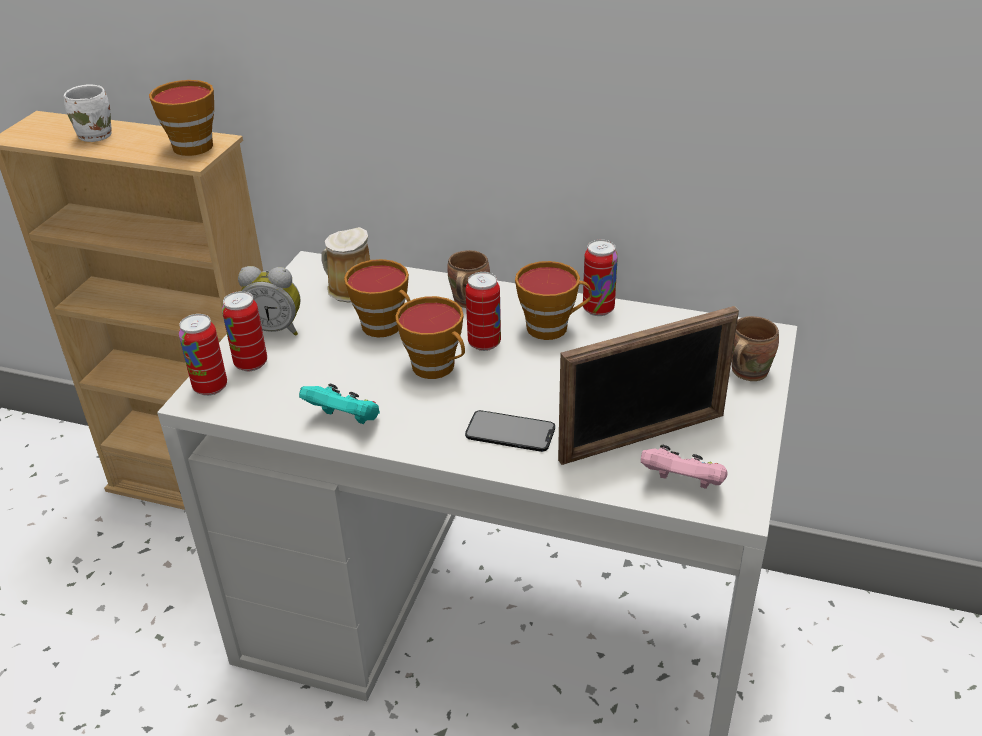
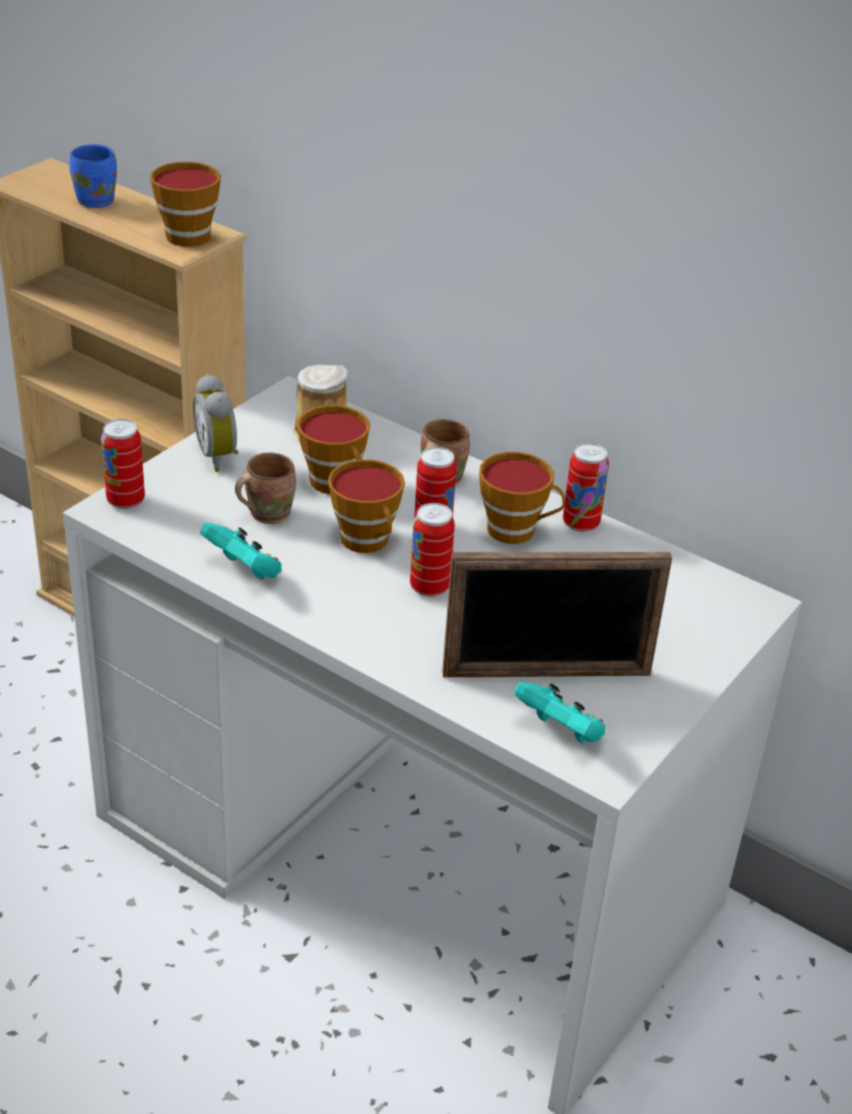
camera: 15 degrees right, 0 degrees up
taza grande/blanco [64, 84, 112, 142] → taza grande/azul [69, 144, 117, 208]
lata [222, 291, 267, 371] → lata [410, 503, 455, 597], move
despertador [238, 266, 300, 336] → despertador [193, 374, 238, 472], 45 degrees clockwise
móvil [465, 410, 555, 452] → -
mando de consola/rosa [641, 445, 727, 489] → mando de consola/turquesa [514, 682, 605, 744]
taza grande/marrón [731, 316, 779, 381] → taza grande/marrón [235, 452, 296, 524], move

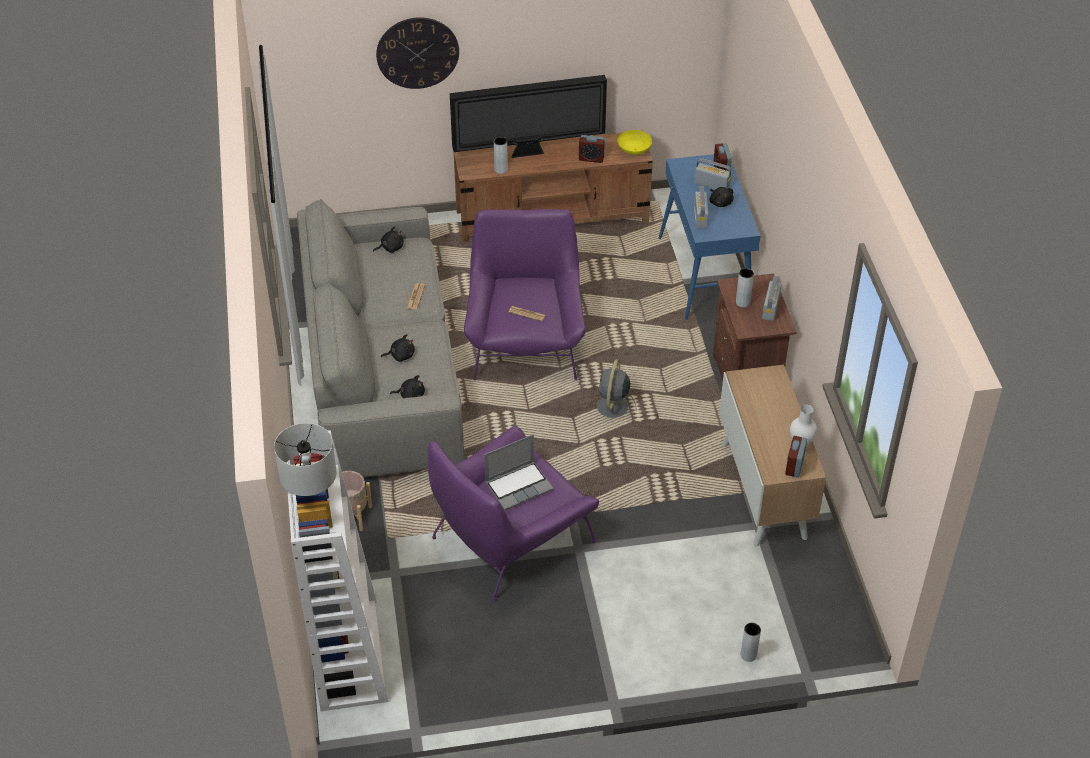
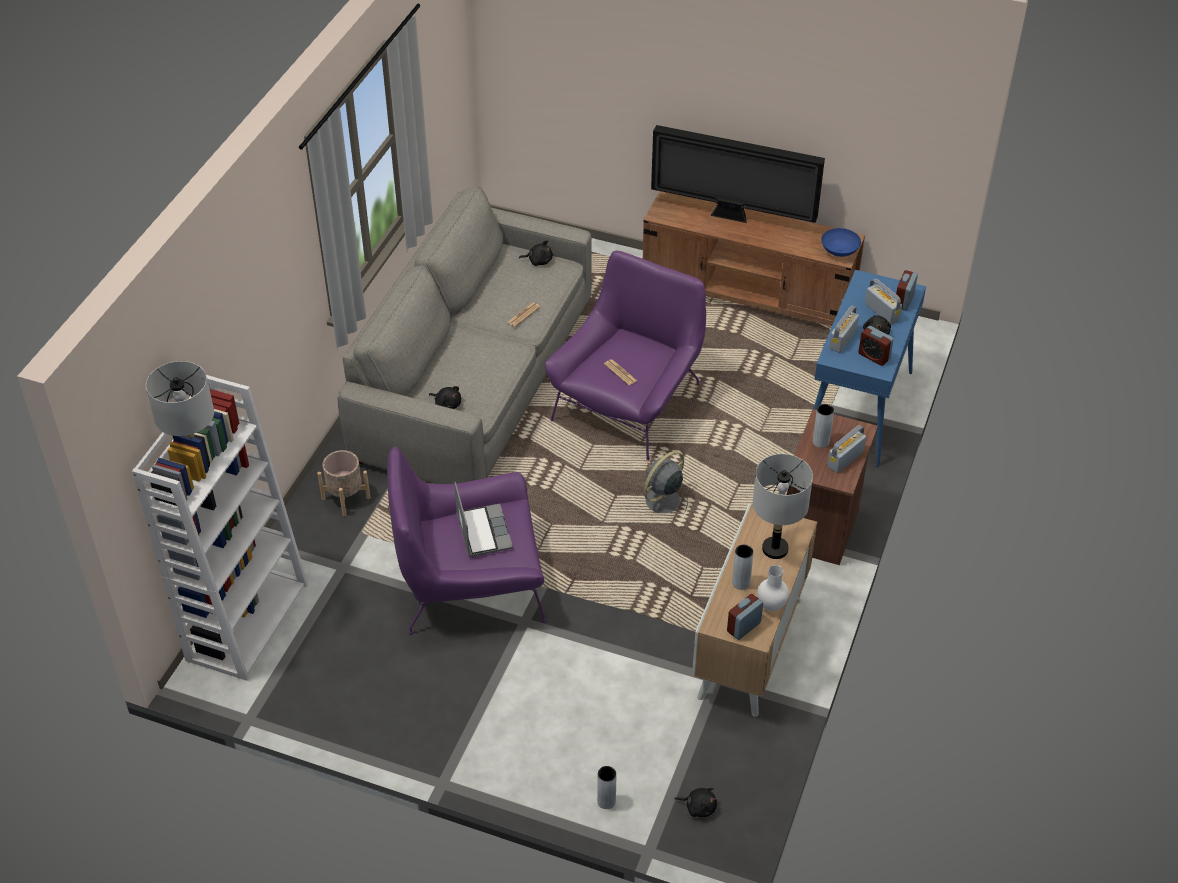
camera: 30 degrees right, 0 degrees up
reloj de pared [376, 17, 459, 89] → -
peluche/negro [381, 334, 415, 362] → peluche/negro [675, 788, 717, 817], move
portátil [484, 434, 554, 510] → portátil [454, 482, 513, 557], 105 degrees counterclockwise
florero/gris [494, 137, 508, 174] → florero/gris [732, 544, 754, 590], move
despertador [579, 135, 605, 163] → despertador [858, 326, 894, 366], move
cuenco/amarillo [617, 130, 652, 155] → cuenco/azul [821, 228, 861, 257]
- → lámpara de mesa/gris [753, 454, 813, 559]

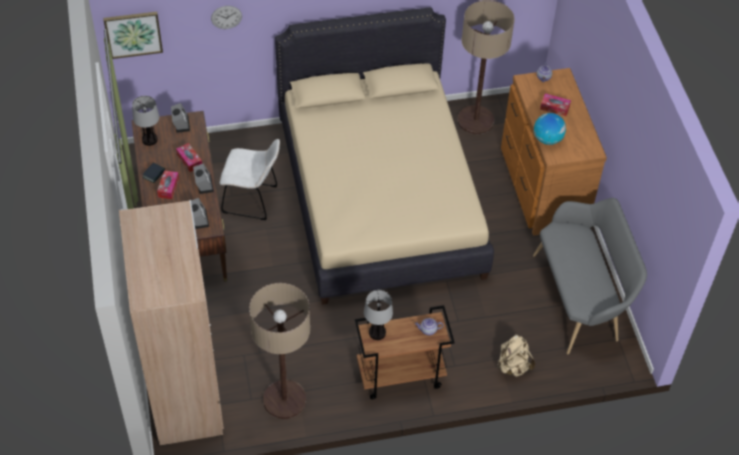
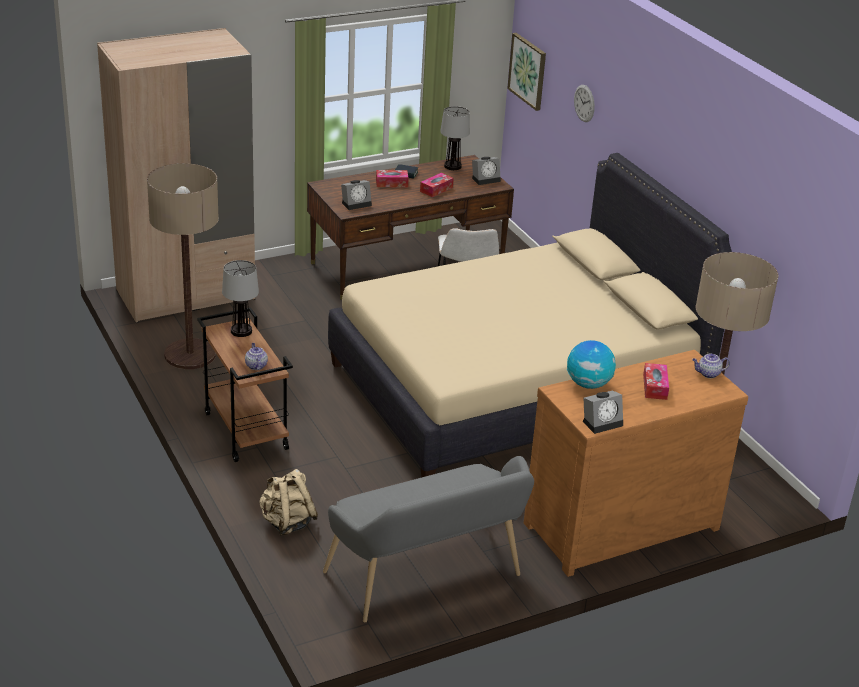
camera: 75 degrees right, 20 degrees down
despertador [193, 163, 214, 194] → despertador [583, 390, 623, 434], move

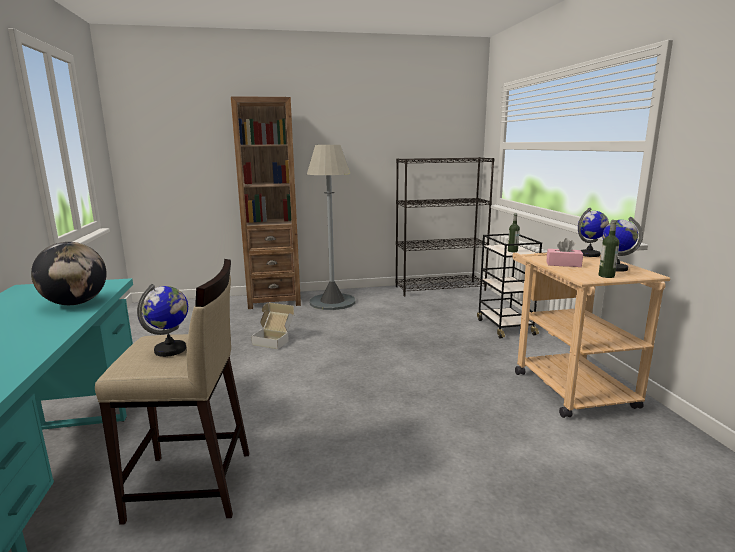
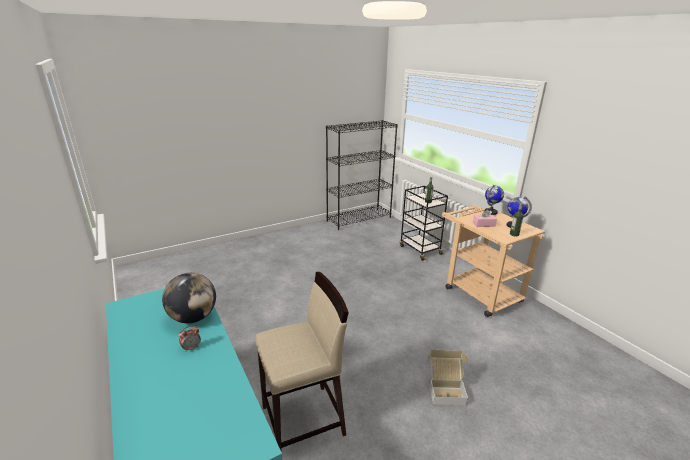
camera: 20 degrees left, 10 degrees up
globo terráqueo [137, 284, 188, 357] → -
estantería/marrón [231, 96, 301, 309] → -
caja de cartón [251, 303, 294, 349] → caja de cartón [427, 350, 468, 406], move
lámpara de pie/gris [307, 145, 356, 310] → -
- → despertador [179, 326, 201, 352]

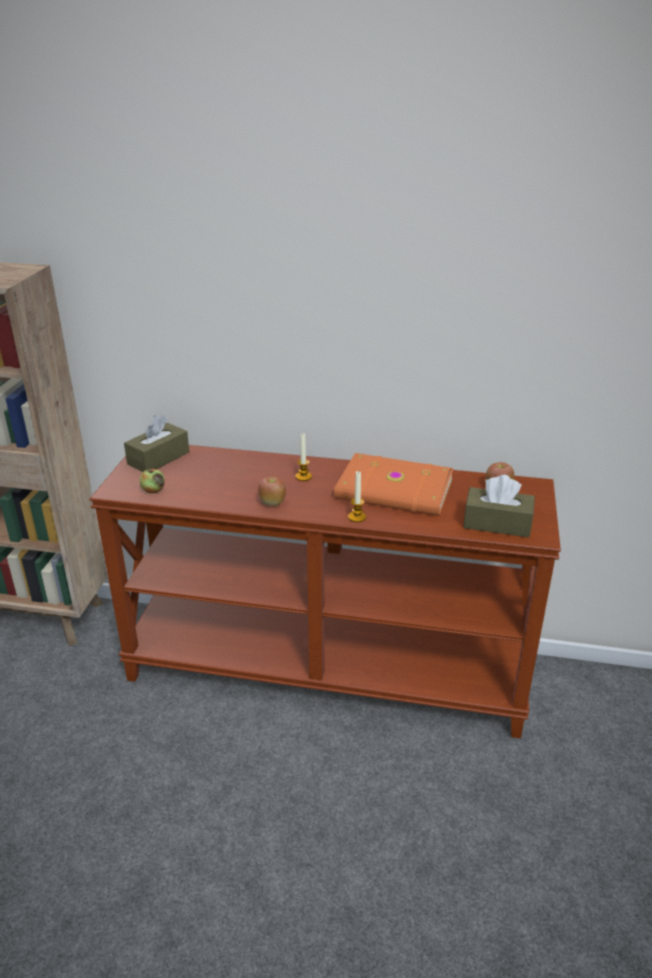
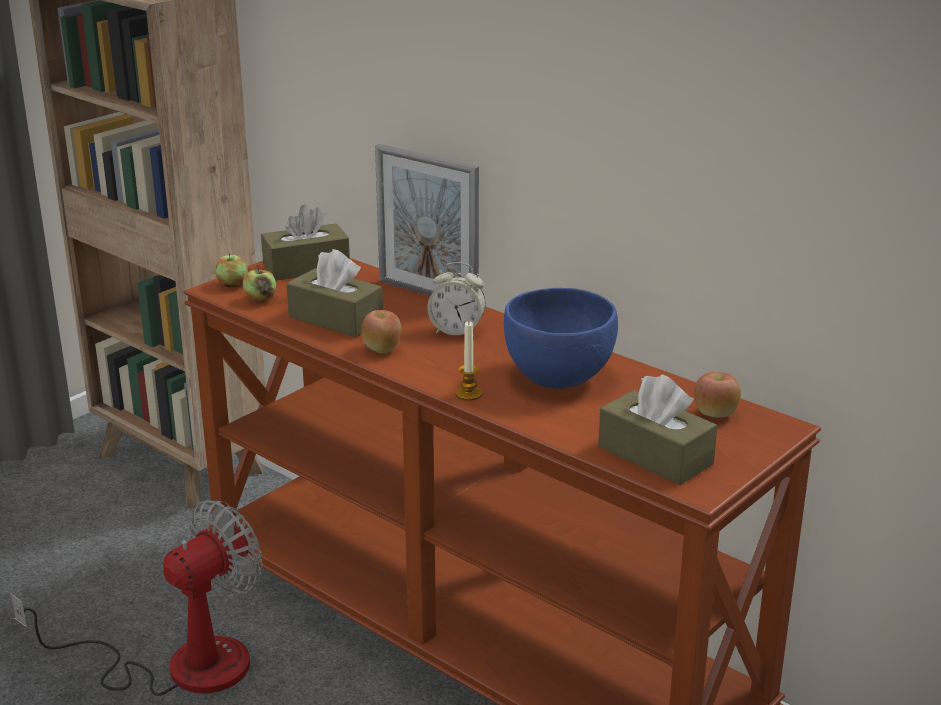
camera: 30 degrees right, 5 degrees down
vela [295, 433, 312, 481] → despertador [427, 262, 486, 337]
libro/naranja [334, 453, 454, 516] → cuenco/azul [504, 288, 618, 389]
- → ventilador [10, 500, 263, 696]
- → manzana [215, 253, 248, 287]
- → caja de pañuelos/marrón [286, 249, 383, 337]
- → portarretratos [375, 144, 479, 296]

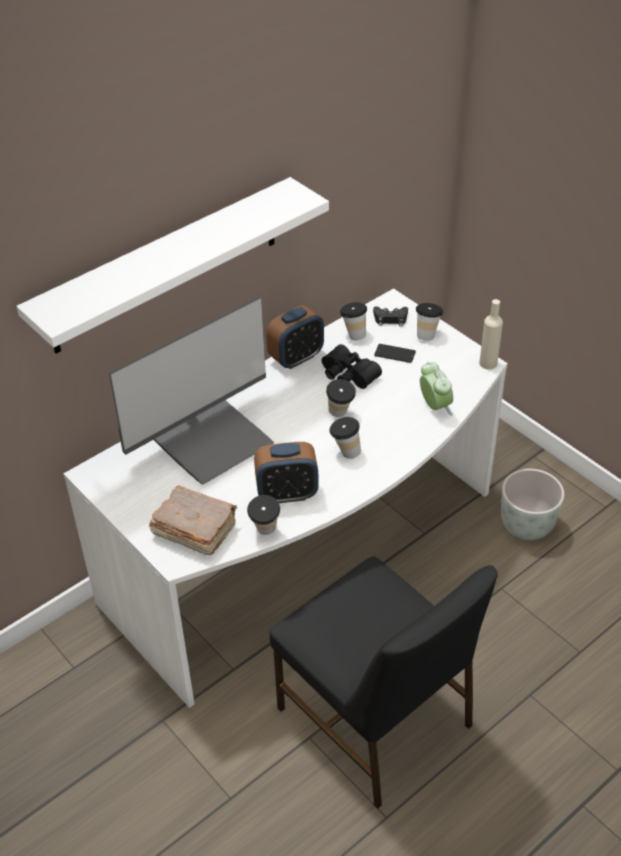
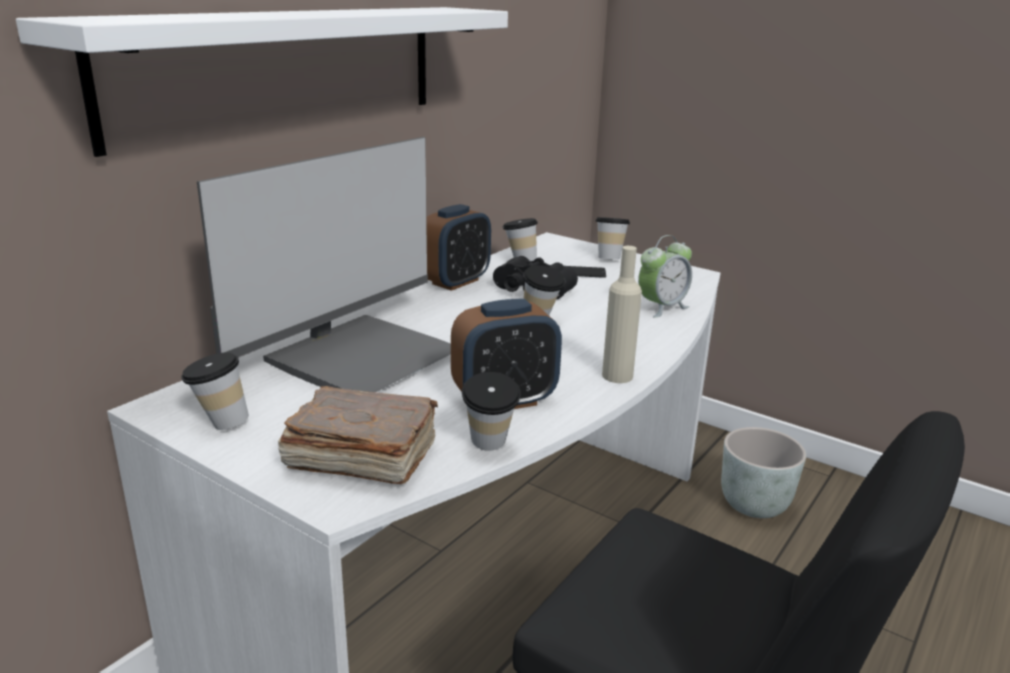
camera: 15 degrees left, 20 degrees down
taza [329, 417, 361, 459] → taza [181, 353, 249, 430], move
mando de consola/negro [373, 306, 408, 326] → -
despertador [420, 362, 453, 416] → despertador [638, 235, 692, 318], 90 degrees clockwise
botella/beis [479, 299, 503, 370] → botella/beis [602, 246, 642, 383], move

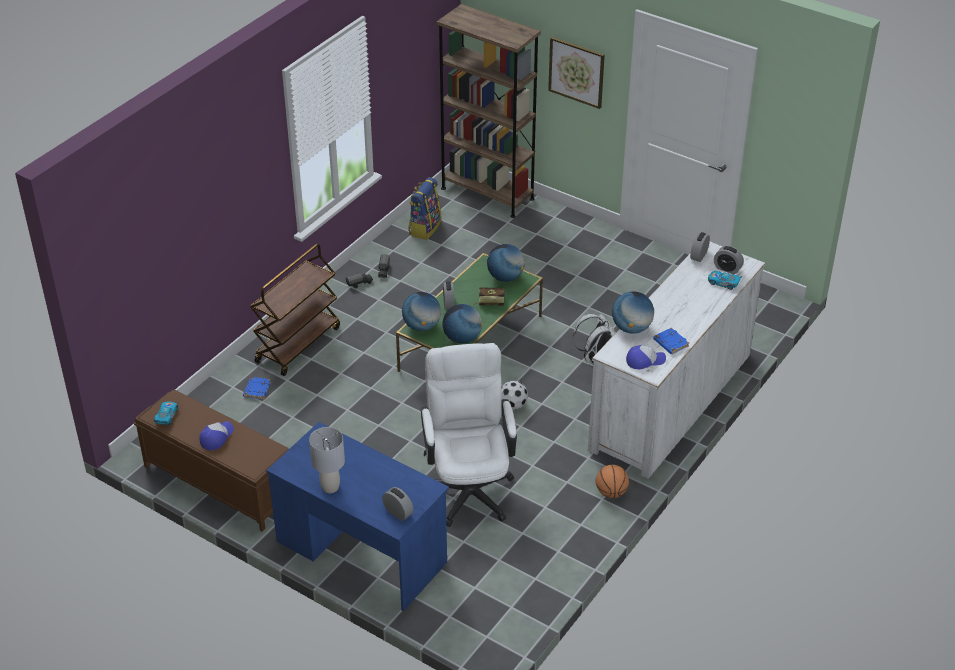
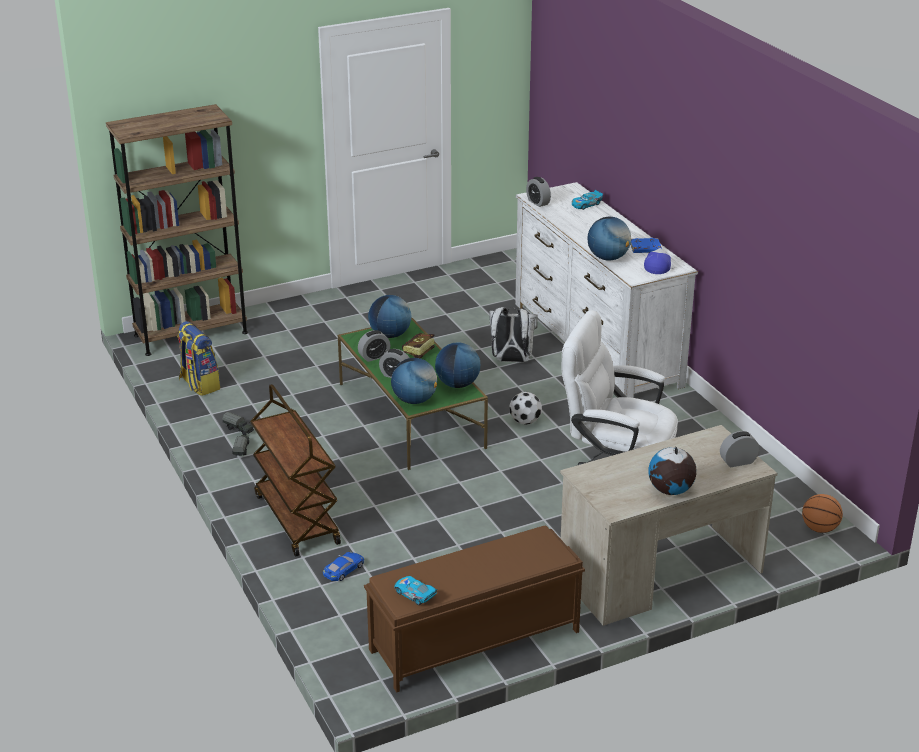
camera: 60 degrees left, 10 degrees down
gorra [199, 421, 234, 450] → -
libro/azul [243, 377, 271, 400] → coche de juguete/azul [323, 552, 364, 581]
escritorio/azul [266, 422, 449, 611] → escritorio/beis [560, 425, 777, 626]
lámpara de mesa/gris [309, 427, 345, 493] → globo terráqueo [648, 446, 697, 495]
cuadro [548, 37, 605, 109] → -
balón de baloncesto [596, 465, 629, 498] → balón de baloncesto [802, 494, 843, 533], move
despertador [714, 246, 744, 274] → despertador [358, 330, 390, 362], move

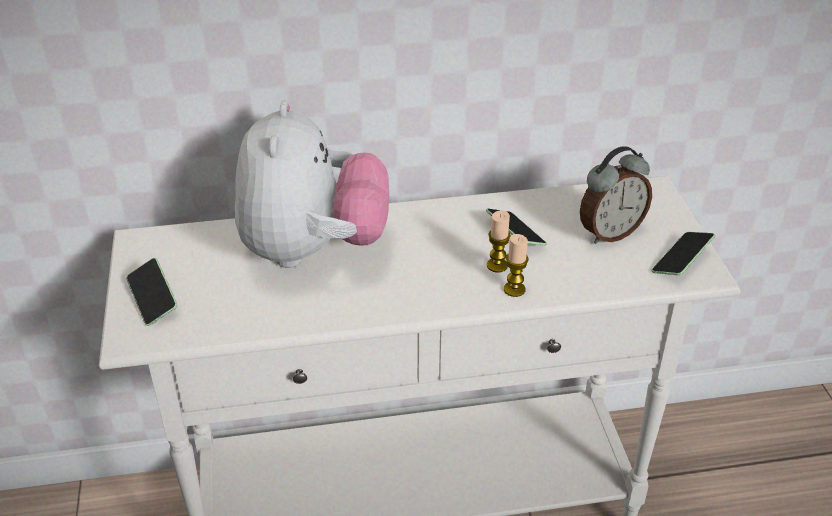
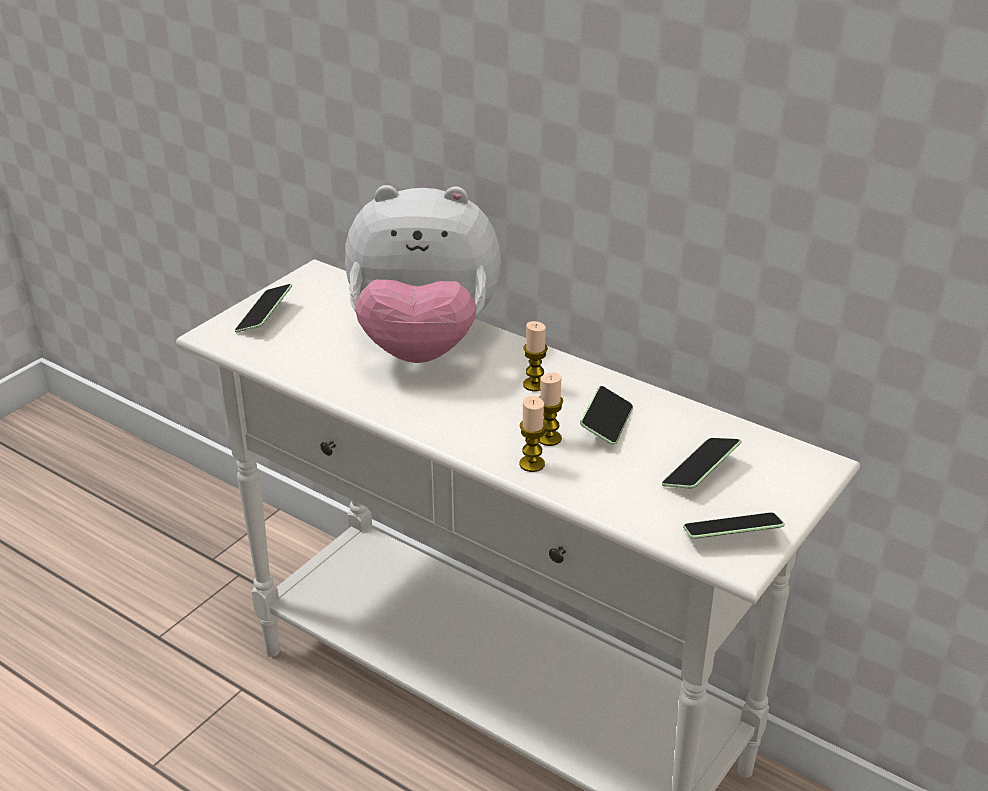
camera: 45 degrees right, 5 degrees down
peluche [235, 100, 389, 268] → peluche [345, 185, 501, 363], 45 degrees clockwise
despertador [580, 146, 652, 244] → móvil [662, 438, 741, 489]
- → vela [523, 321, 548, 391]

